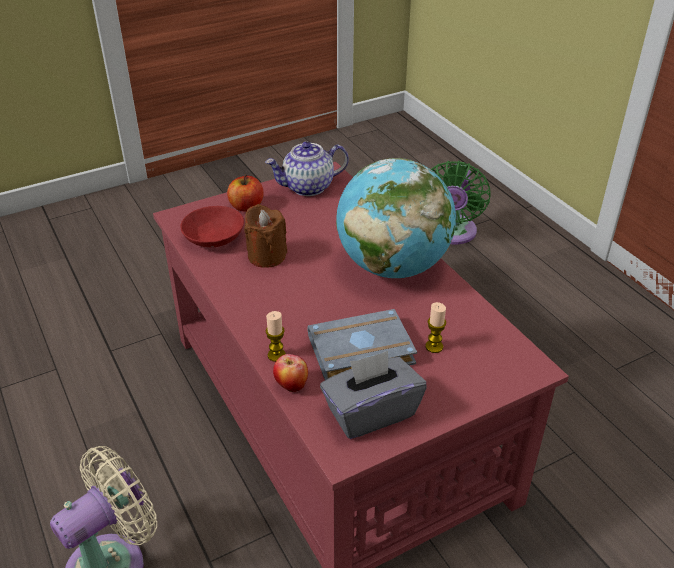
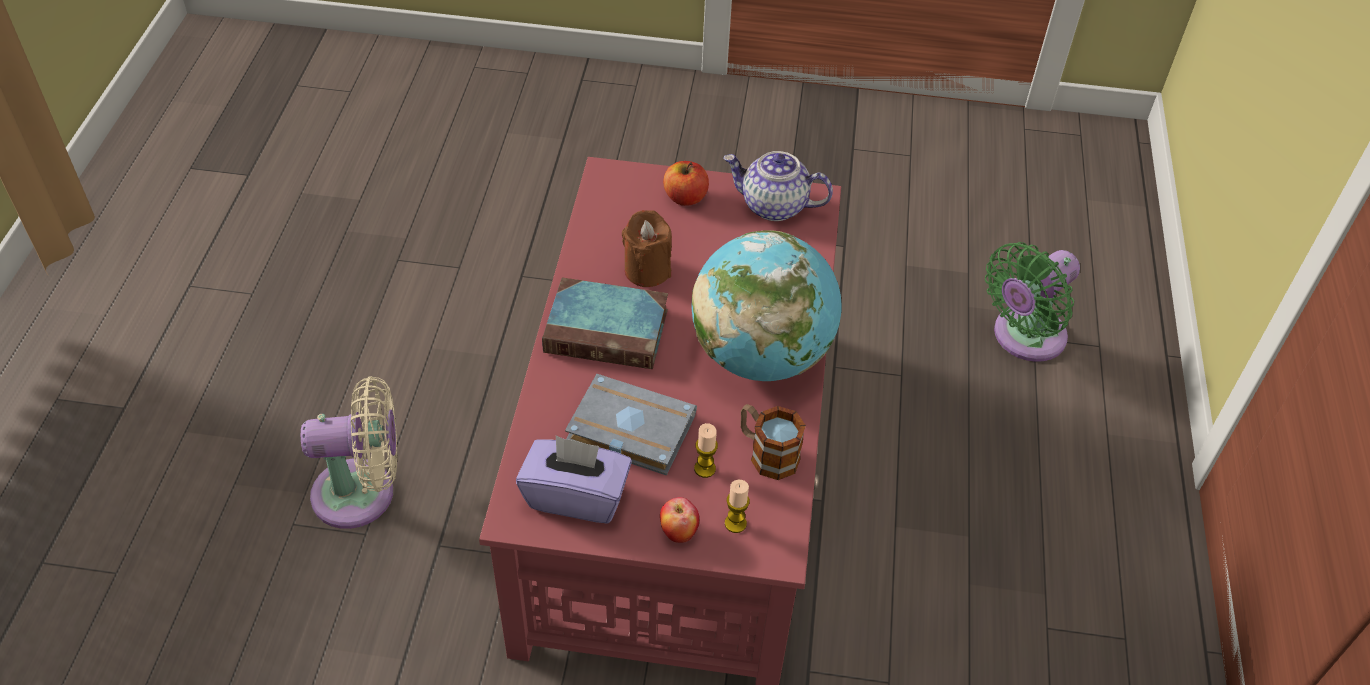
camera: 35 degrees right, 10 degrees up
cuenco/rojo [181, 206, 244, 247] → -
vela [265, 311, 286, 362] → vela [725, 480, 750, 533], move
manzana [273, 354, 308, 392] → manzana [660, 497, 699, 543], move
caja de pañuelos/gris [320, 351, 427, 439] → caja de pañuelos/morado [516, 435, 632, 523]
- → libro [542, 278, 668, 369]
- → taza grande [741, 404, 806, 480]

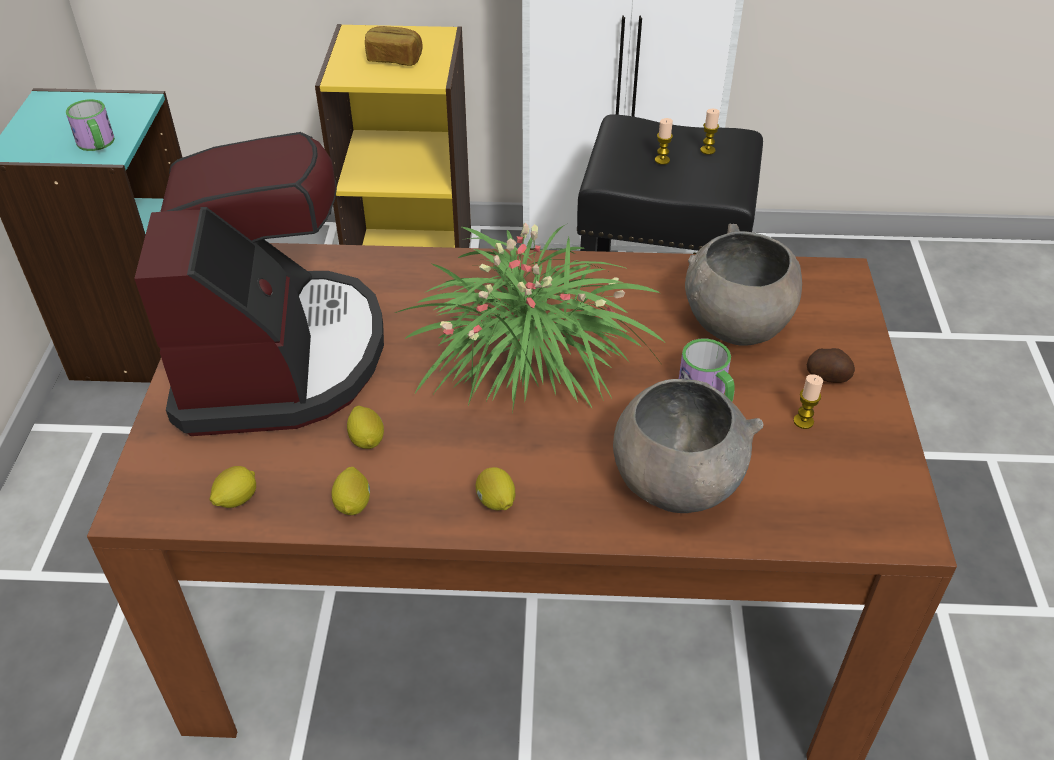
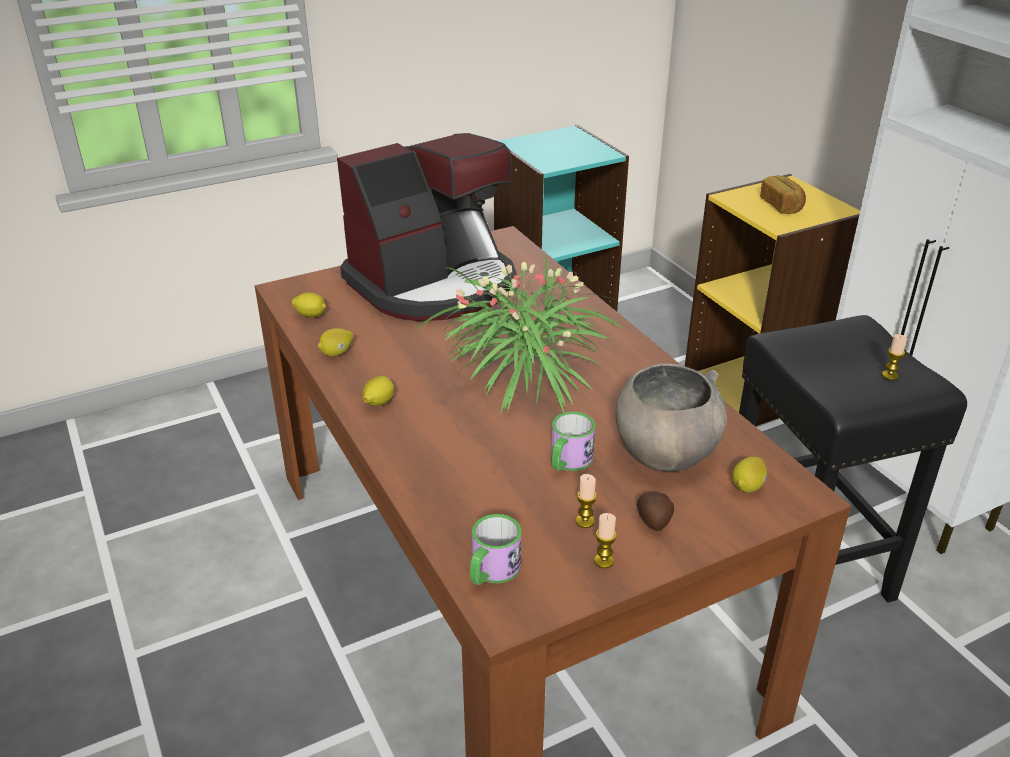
camera: 60 degrees right, 10 degrees down
taza grande [66, 99, 115, 151] → taza grande [470, 514, 521, 585], move
limón [347, 406, 384, 449] → limón [732, 457, 767, 493], move
cuenco/gris [613, 379, 764, 513] → -
vela [655, 118, 673, 165] → vela [594, 513, 617, 568], move

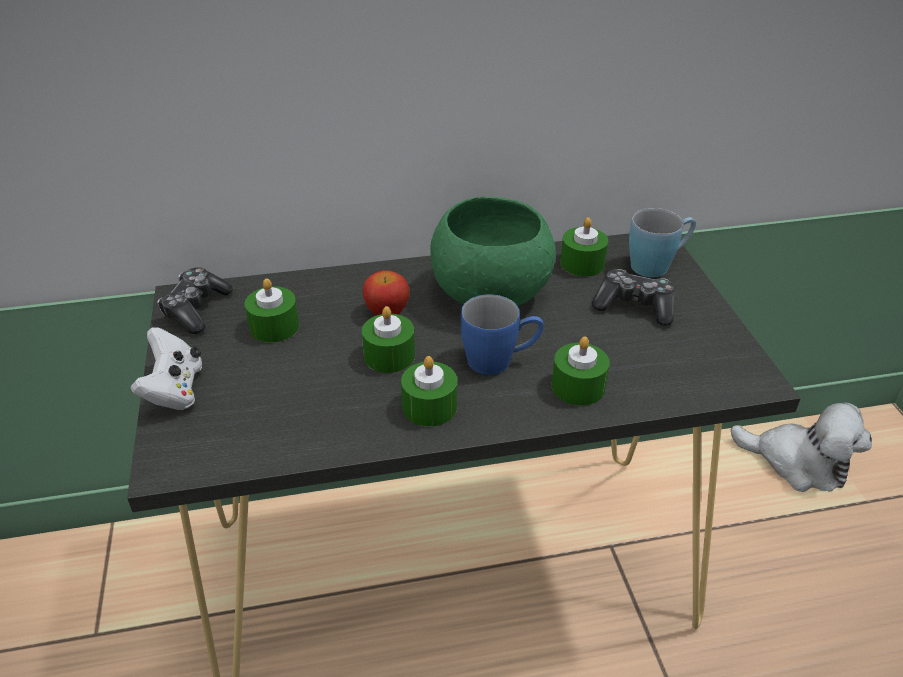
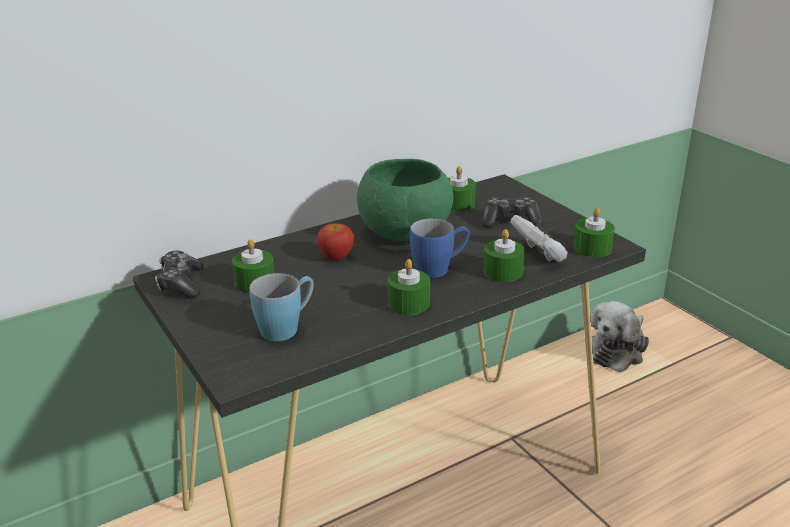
camera: 20 degrees left, 10 degrees down
mando de consola/blanco [130, 328, 202, 410] → mando de consola/blanco [510, 215, 568, 262], move
vela/verde [362, 306, 415, 373] → vela/verde [573, 207, 615, 258], move
taza grande/azul [629, 208, 696, 277] → taza grande/azul [249, 273, 313, 341], move
peluche [730, 402, 872, 492] → peluche [591, 301, 649, 372], 120 degrees clockwise

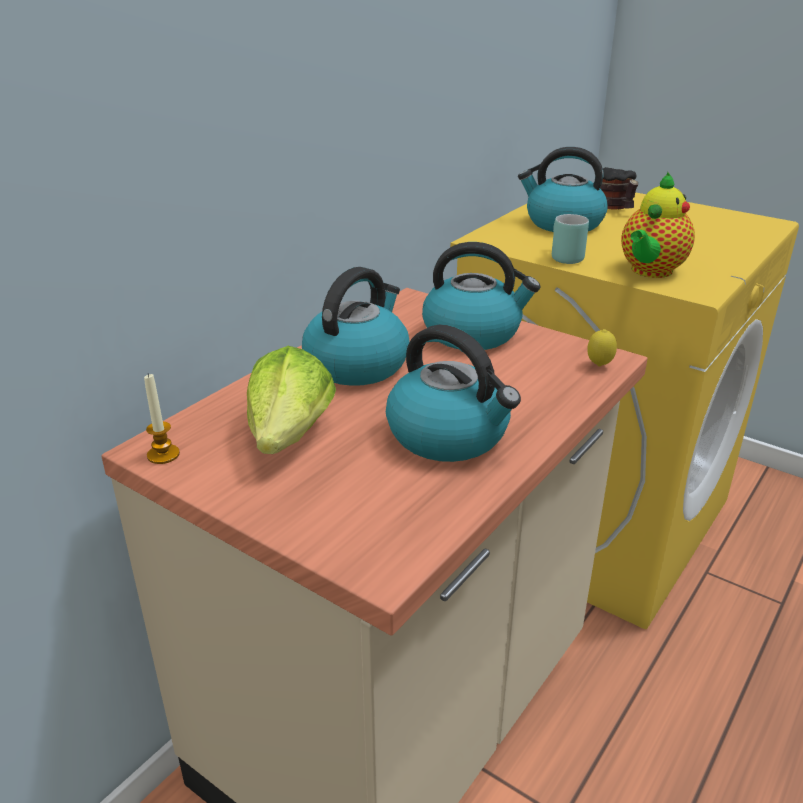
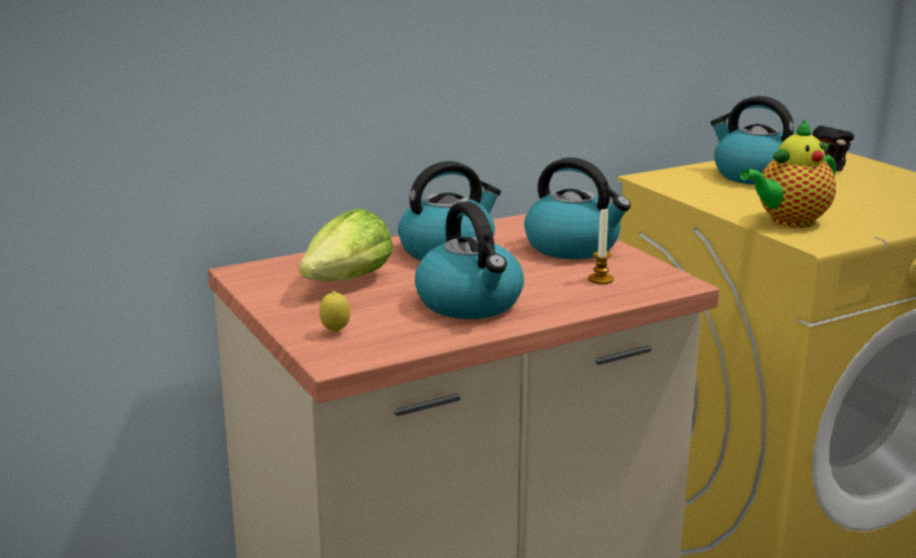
camera: 25 degrees right, 10 degrees down
vela [144, 373, 180, 464] → vela [588, 207, 614, 284], move
taza grande/turquesa [552, 214, 589, 264] → -
limón [587, 329, 617, 366] → limón [319, 291, 350, 333], move

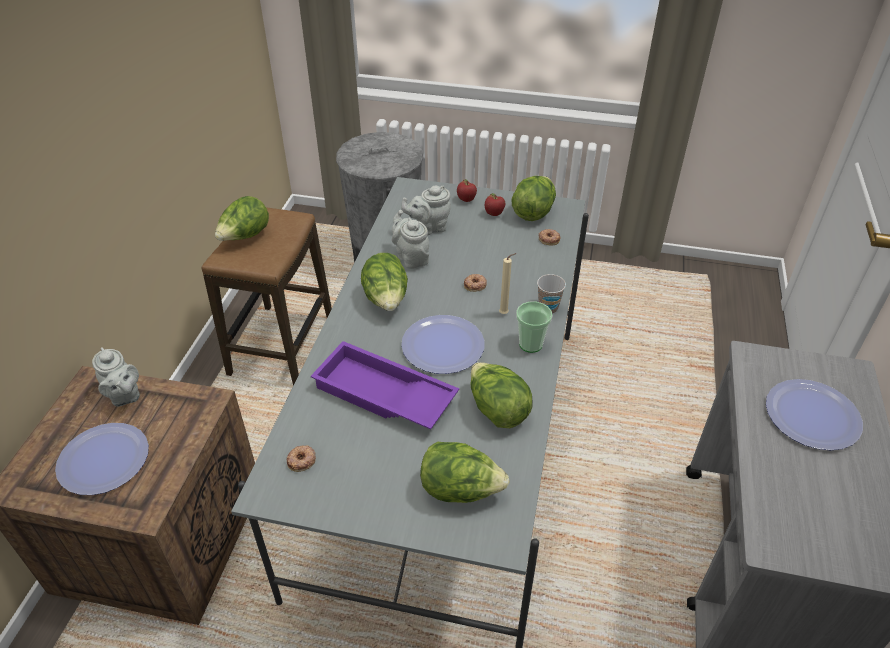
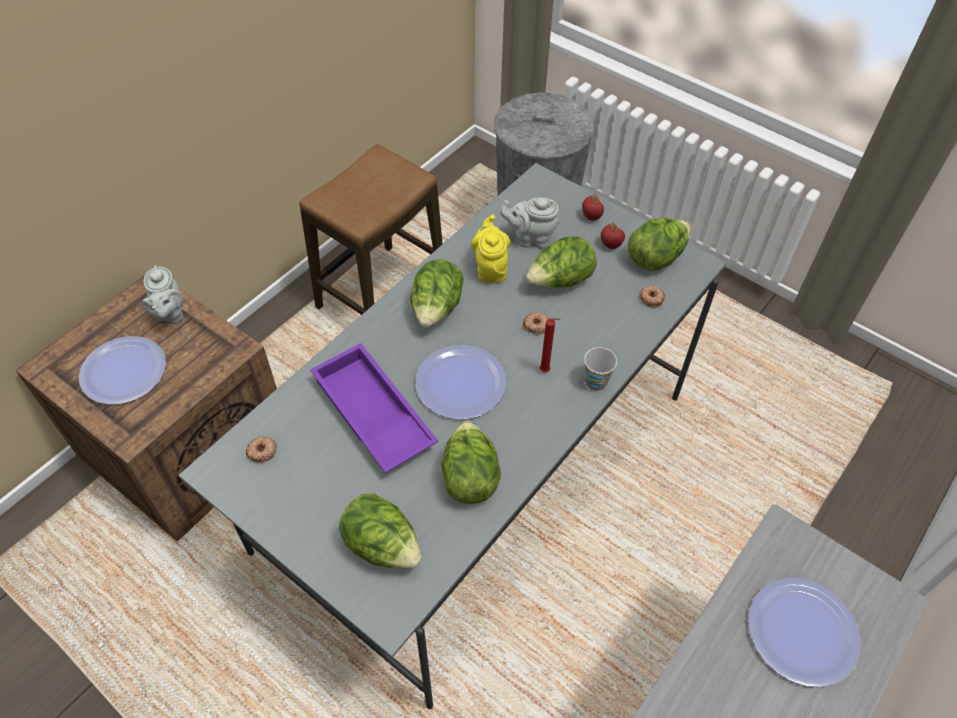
camera: 25 degrees right, 10 degrees up
lechuga [215, 196, 269, 241] → lechuga [526, 236, 597, 288], move
tetera/gris [392, 210, 429, 269] → tetera/amarillo [471, 214, 511, 283]
vela/beis [499, 253, 517, 314] → vela/rojo [540, 318, 560, 372]
taza [516, 302, 552, 353] → -

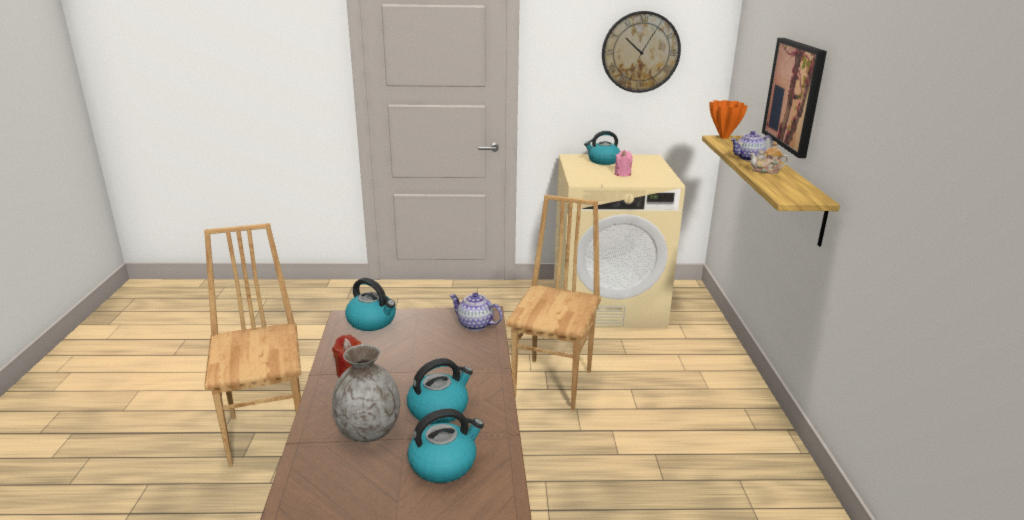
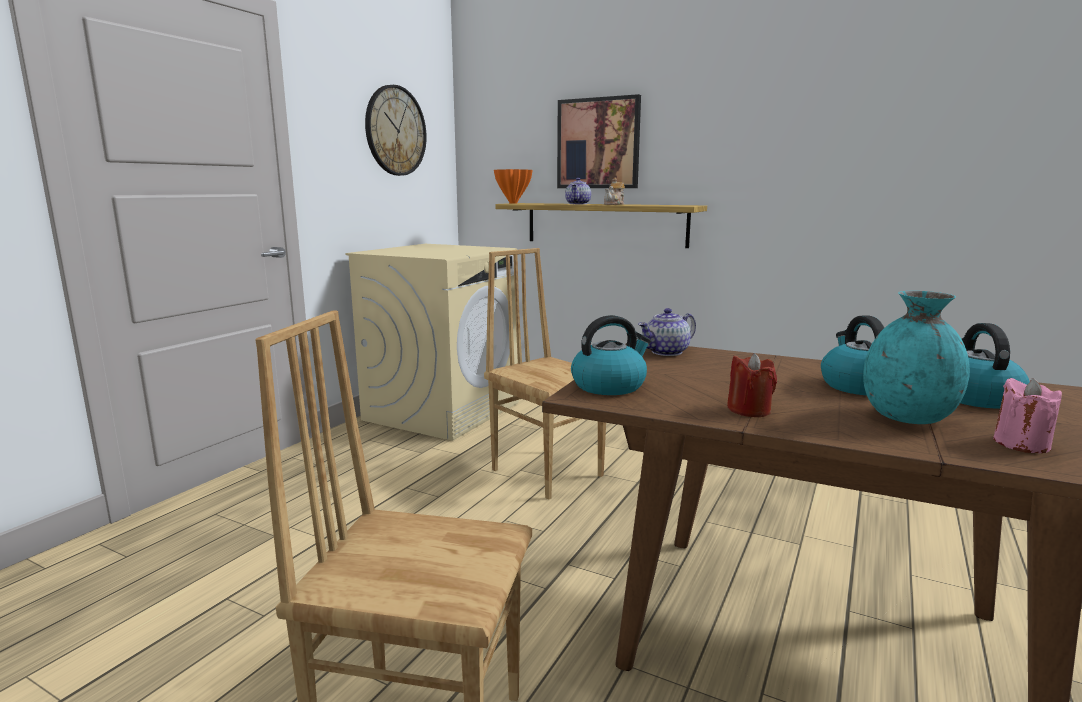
camera: 60 degrees left, 10 degrees down
florero/gris [332, 344, 400, 442] → florero/turquesa [863, 291, 970, 424]
hervidor [584, 131, 620, 165] → -
vela/rosa [615, 150, 633, 177] → vela/rosa [993, 378, 1062, 453], move

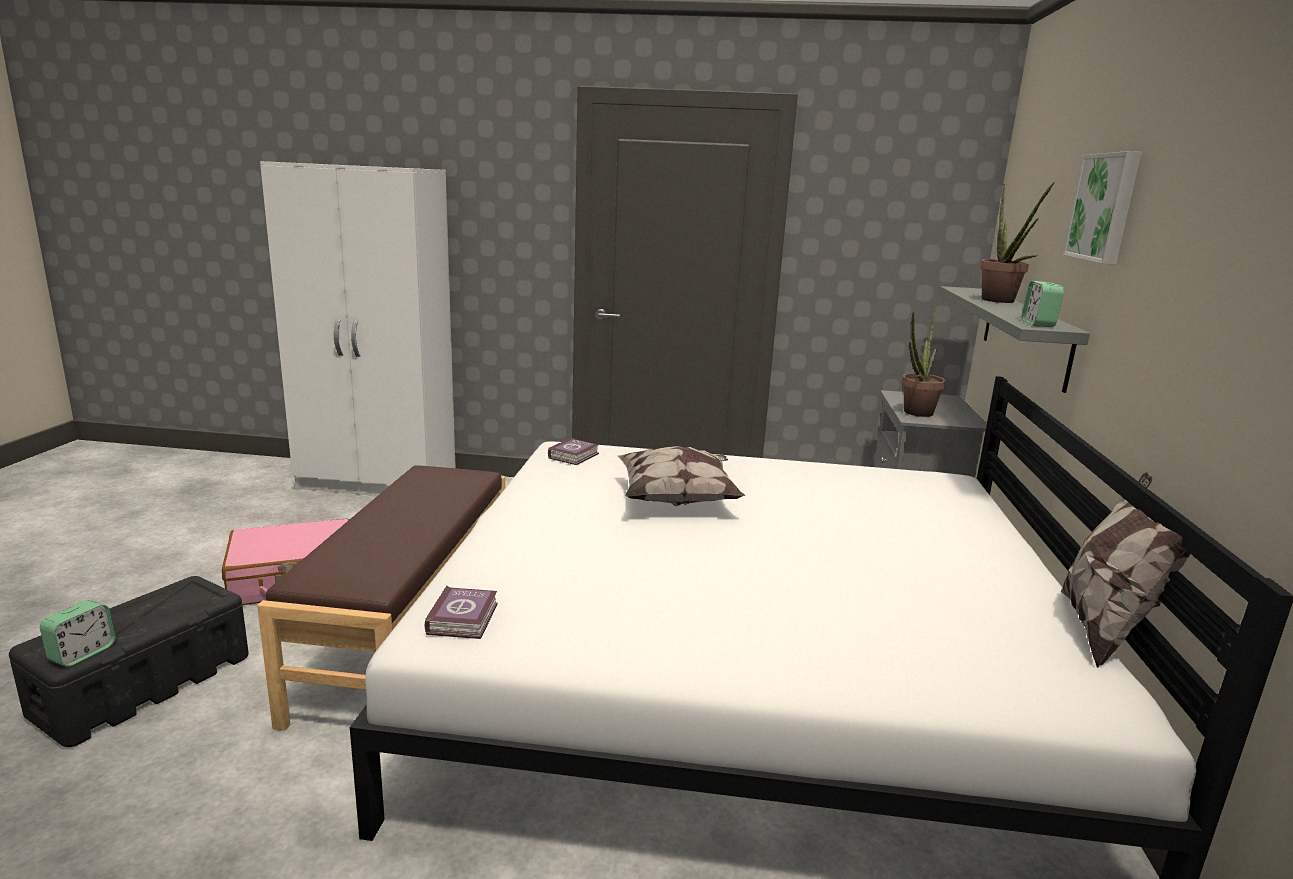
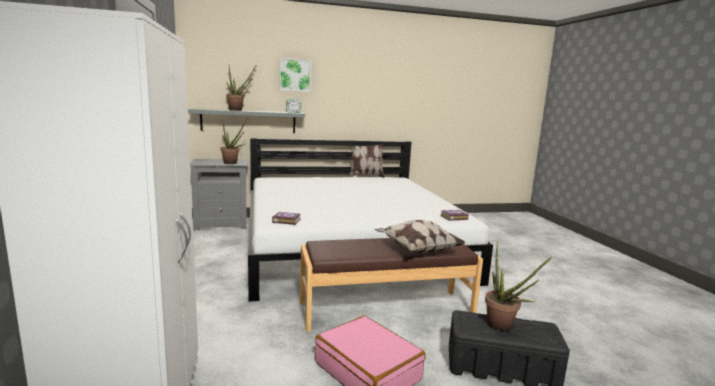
camera: 110 degrees left, 5 degrees down
despertador [40, 600, 115, 667] → -
cojín [617, 446, 745, 506] → cojín [375, 220, 465, 253], move
- → planta en maceta [485, 241, 552, 331]

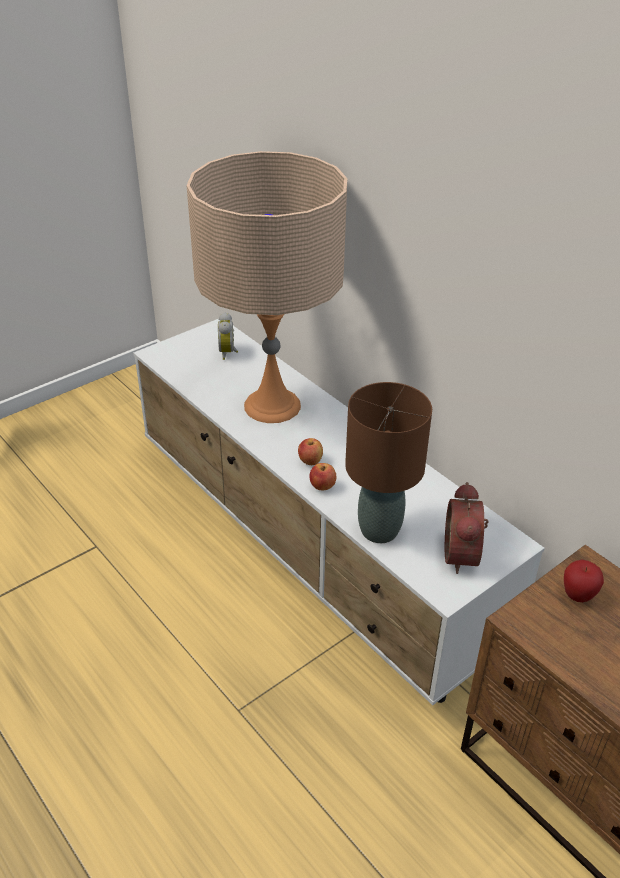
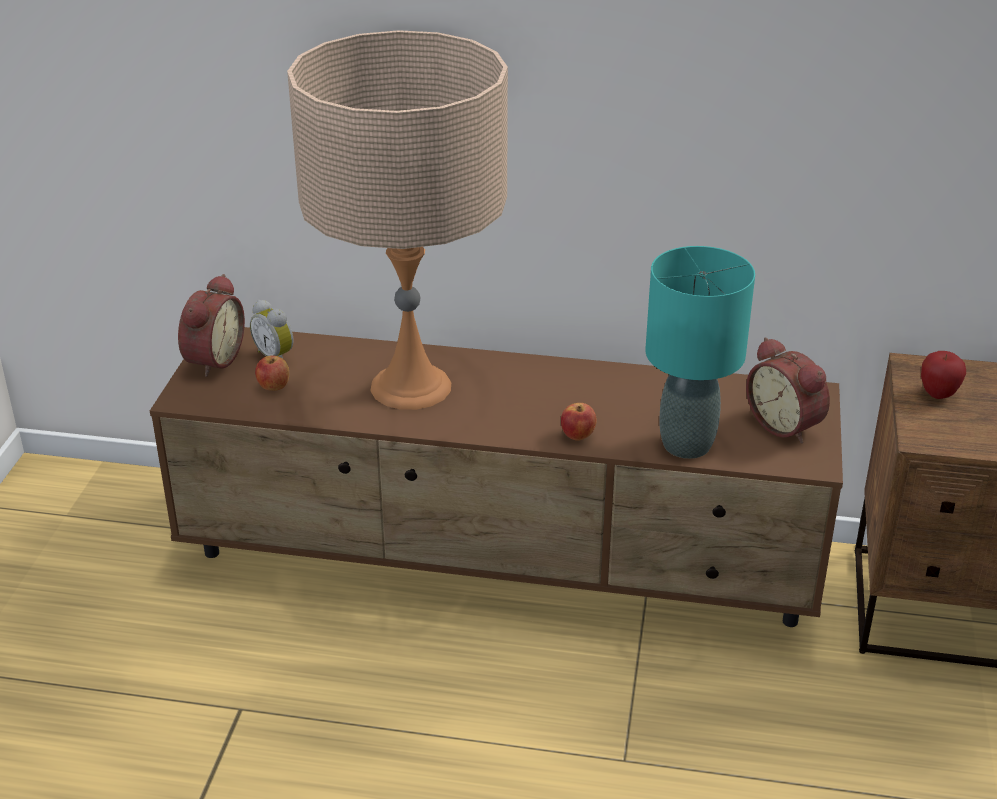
camera: 40 degrees left, 5 degrees down
mueble de televisión/blanco [133, 319, 545, 705] → mueble de televisión/marrón [150, 327, 843, 627]
manzana [298, 438, 323, 465] → manzana [255, 355, 289, 391], move
lámpara de mesa/marrón [345, 382, 432, 543] → lámpara de mesa/turquesa [645, 246, 755, 459]
- → despertador [178, 274, 245, 377]

